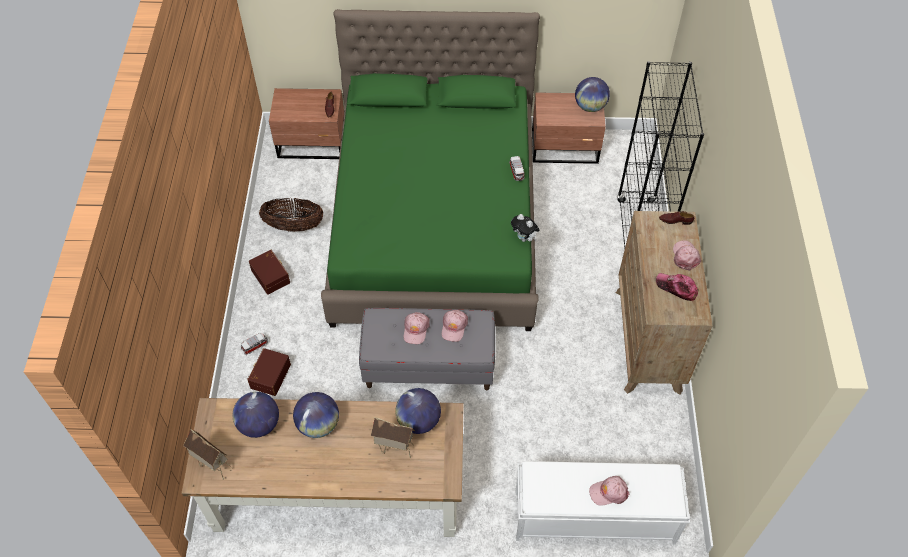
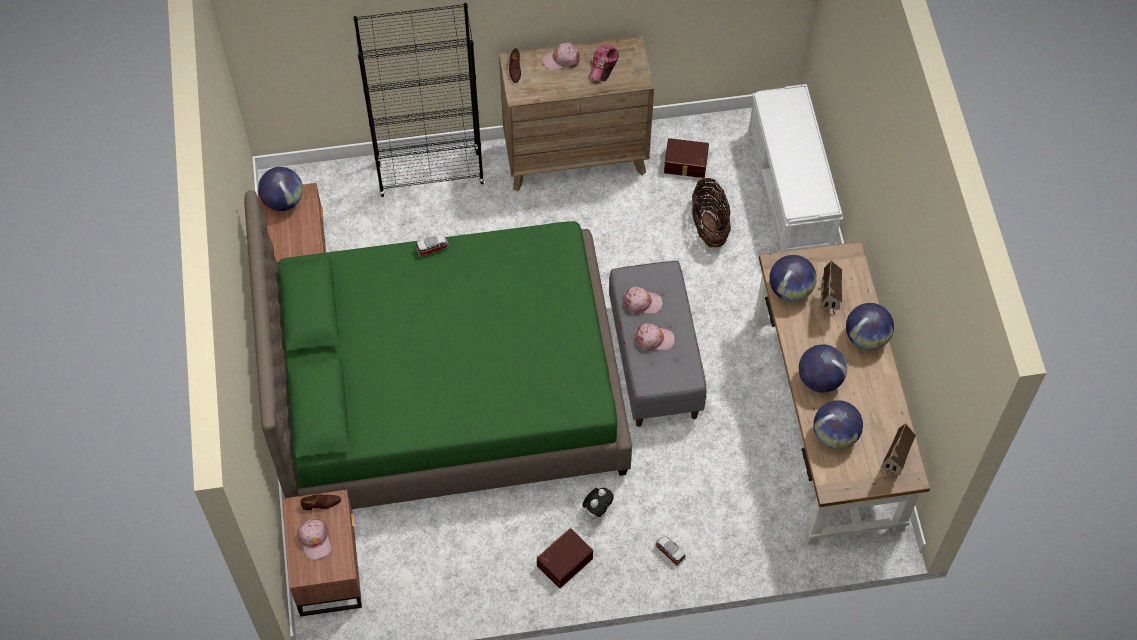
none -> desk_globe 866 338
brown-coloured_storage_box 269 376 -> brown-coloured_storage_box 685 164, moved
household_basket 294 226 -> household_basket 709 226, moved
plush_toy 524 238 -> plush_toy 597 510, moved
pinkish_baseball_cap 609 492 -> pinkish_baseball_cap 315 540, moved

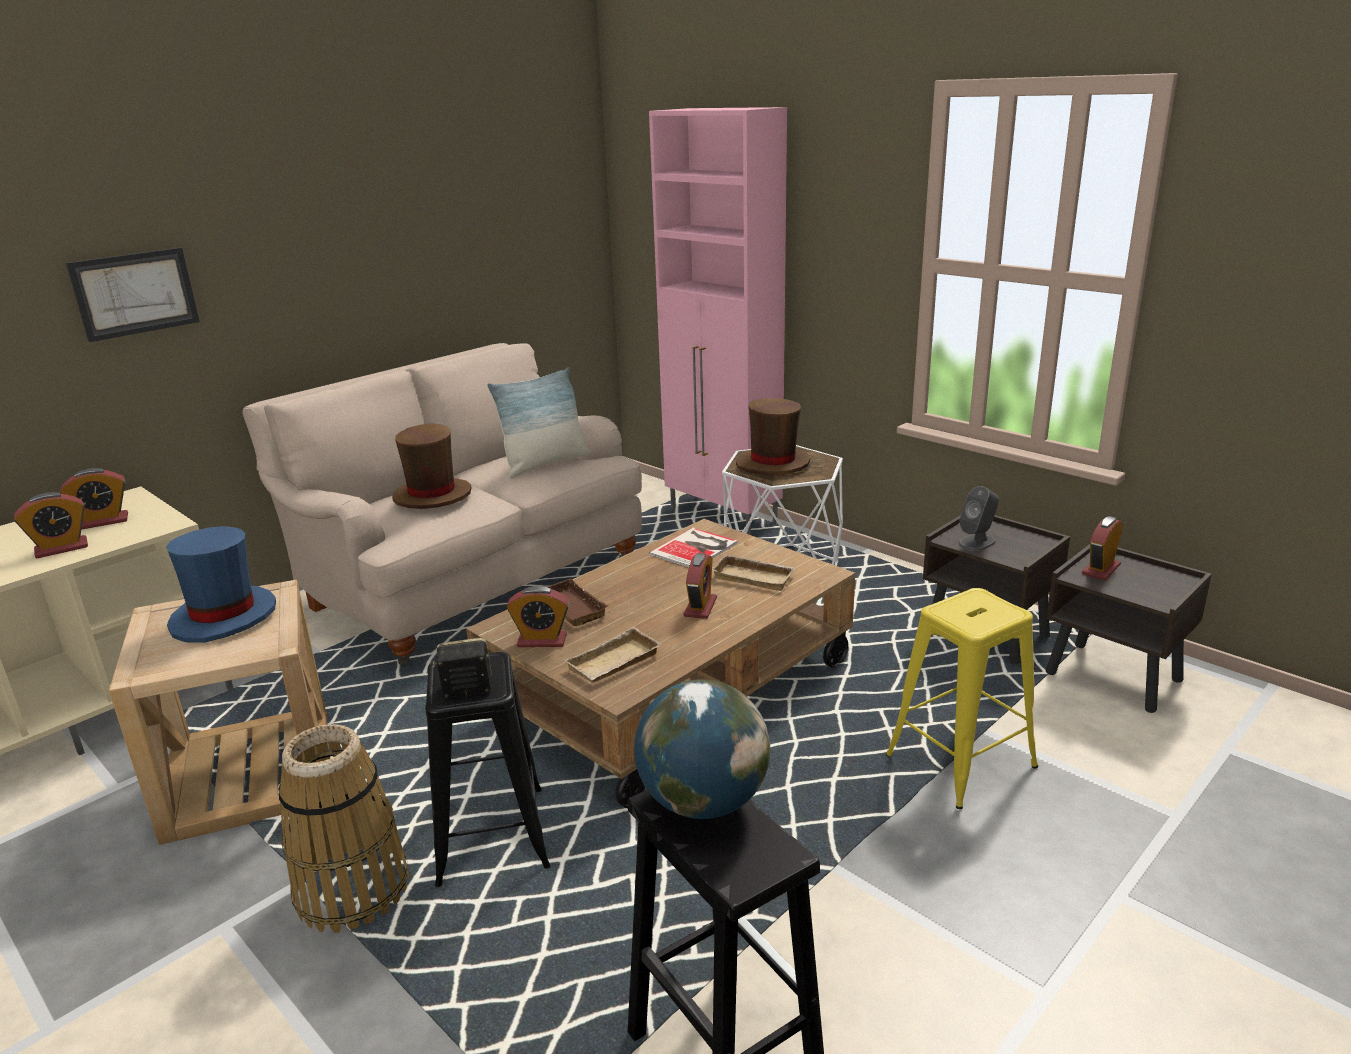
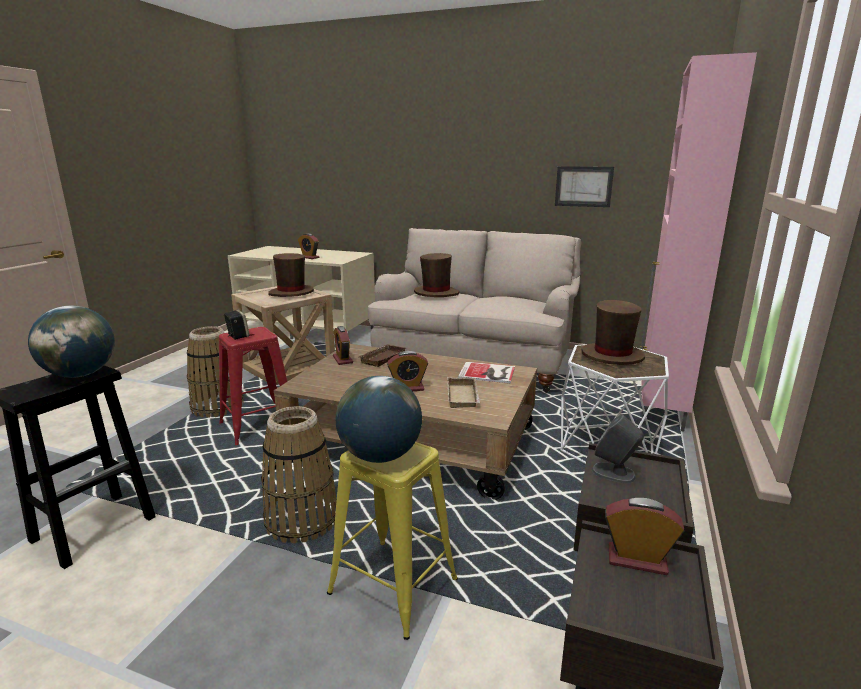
table_clock 103 521 -> none
pillow 545 464 -> none
beige_carrying_tray 614 664 -> none
none -> household_basket 301 520
none -> desk_globe 381 456
wall_art 135 293 -> wall_art 583 186, moved
blue-coloured_clothing_hat 224 617 -> brown-coloured_clothing_hat 291 293
black_stool_seat 491 835 -> red_stool_seat 259 425

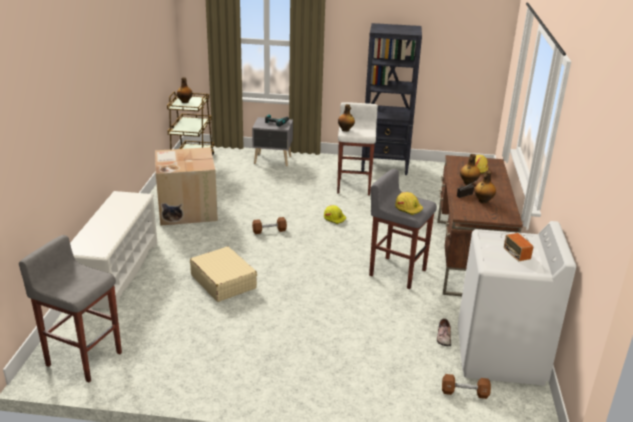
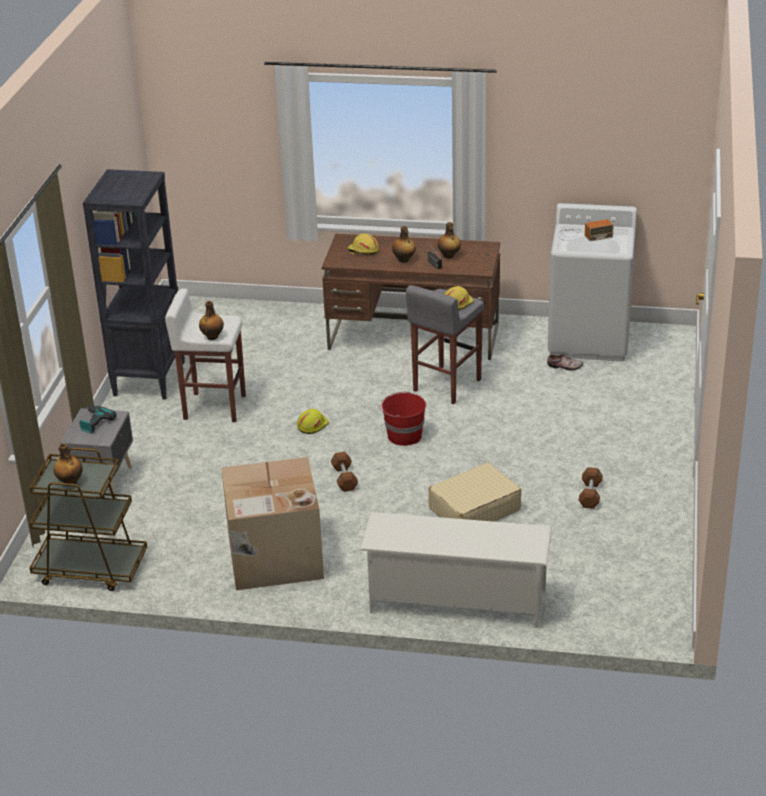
greyish_stool_seat 84 358 -> none
none -> red_bucket 403 436
brown-coloured_hand_weight 464 392 -> brown-coloured_hand_weight 590 494, moved

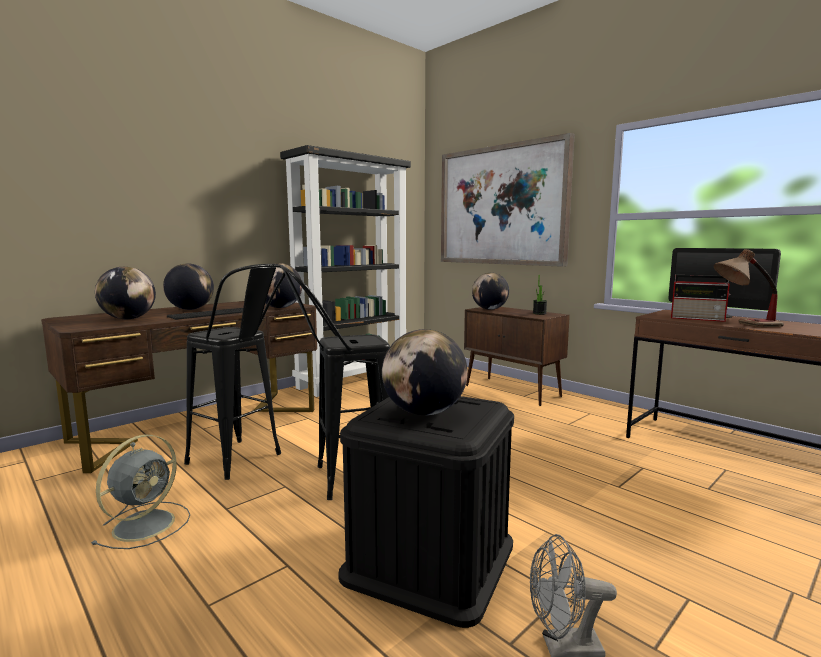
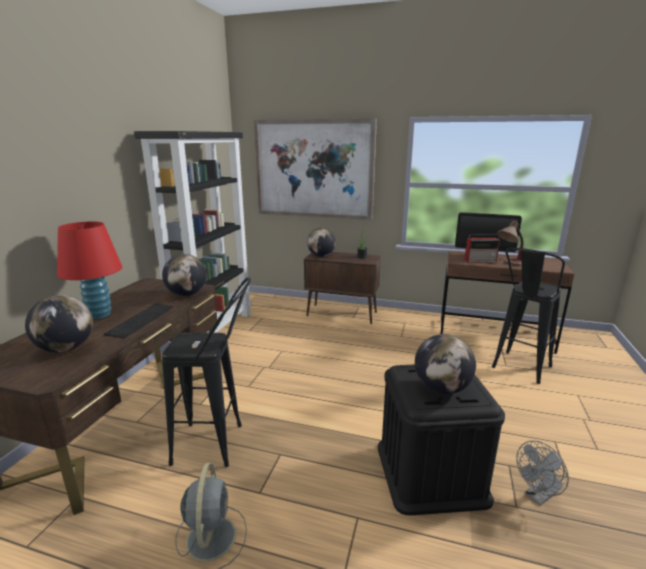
black_stool_seat 341 480 -> black_stool_seat 518 370, moved
desk_globe 190 309 -> red_tabletop_lamp 99 315

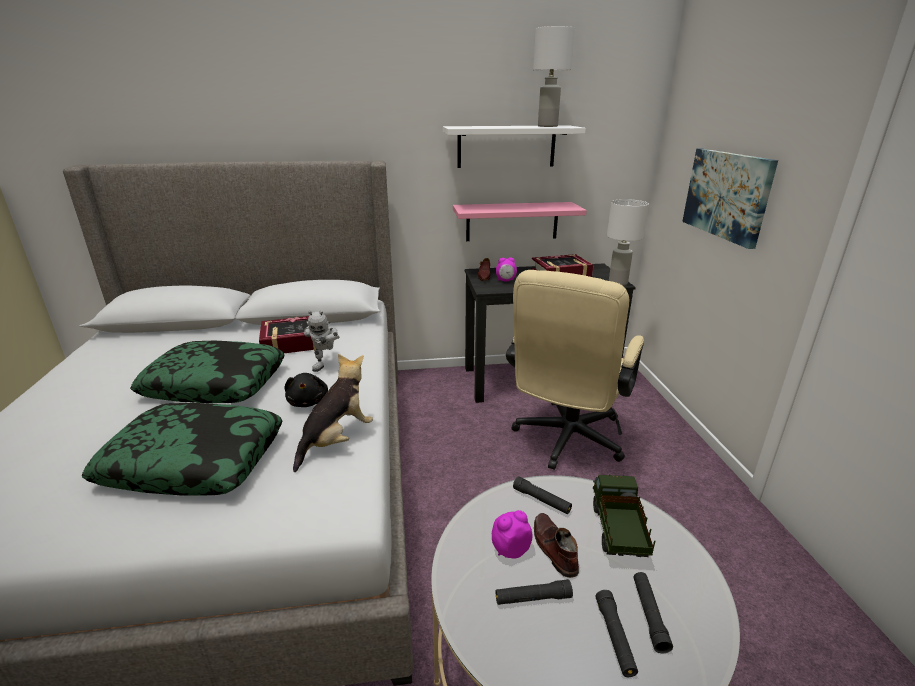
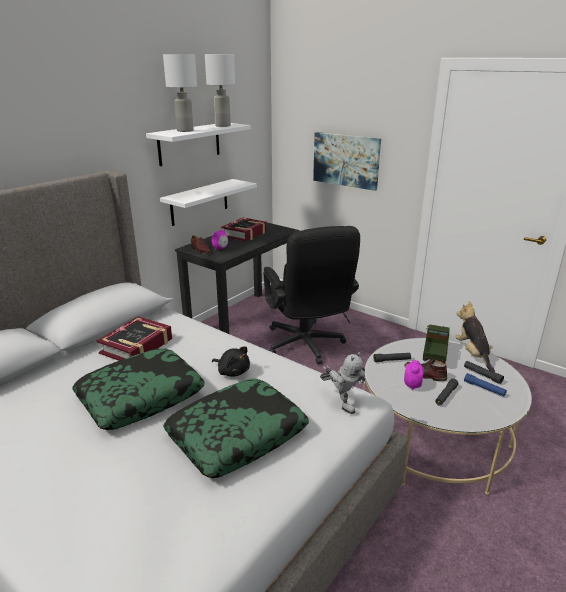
plush_toy 336 440 -> plush_toy 472 354, moved
model_robot 326 364 -> model_robot 342 403, moved
whitish_tabletop_lamp 618 282 -> whitish_tabletop_lamp 185 130, moved
pinkish_bracket_shelf 512 221 -> whitish_bracket_shelf 199 202
beige_desk_chair 565 441 -> black_desk_chair 306 346
black_flashlight 615 637 -> blue-coloured_flashlight 484 388
toy_lorry 617 532 -> toy_lorry 434 355, 60 degrees clockwise

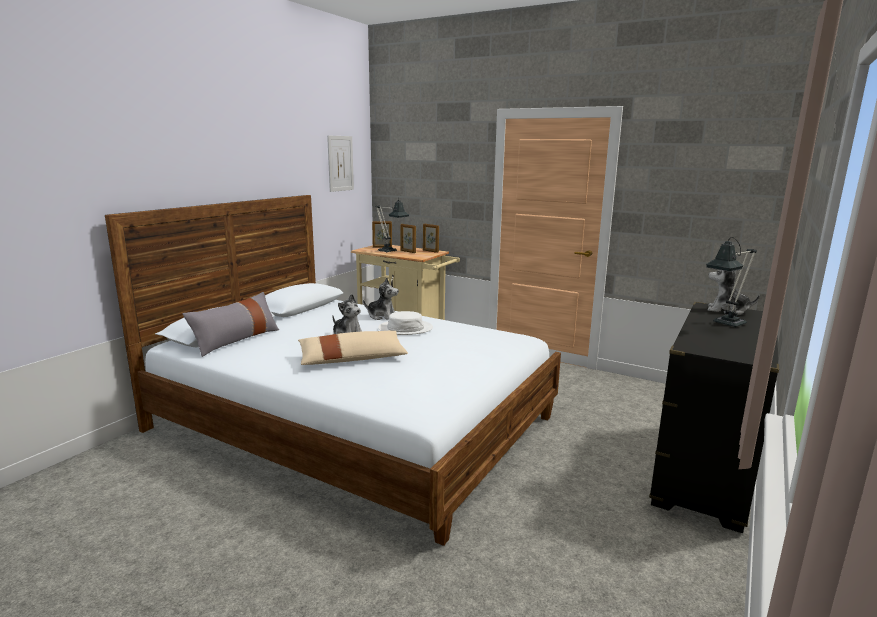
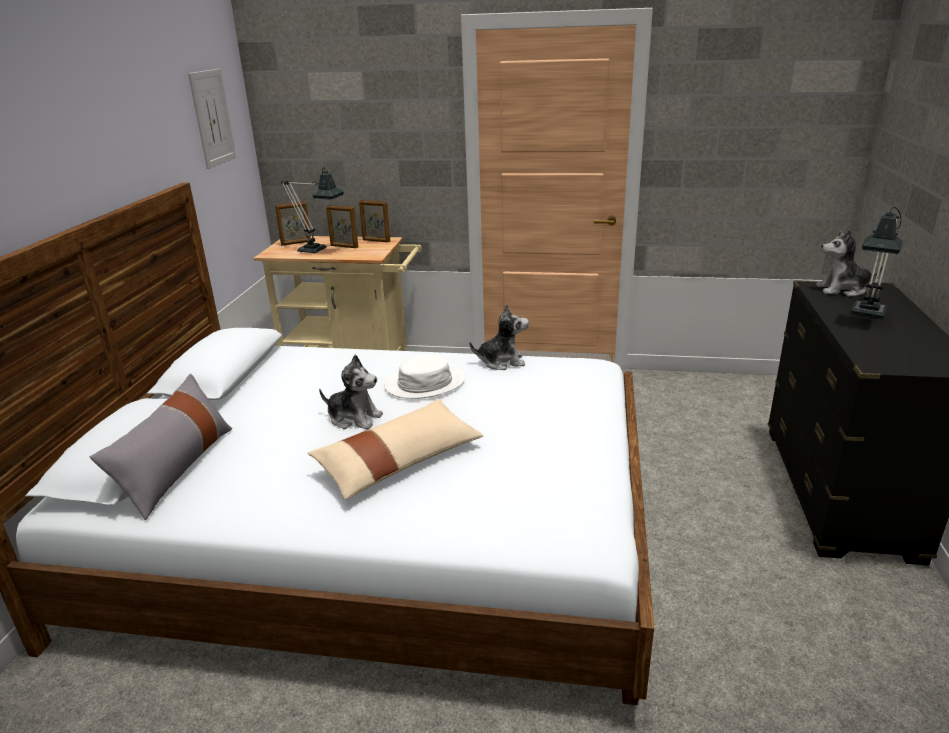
plush_toy 382 316 -> plush_toy 501 362, moved

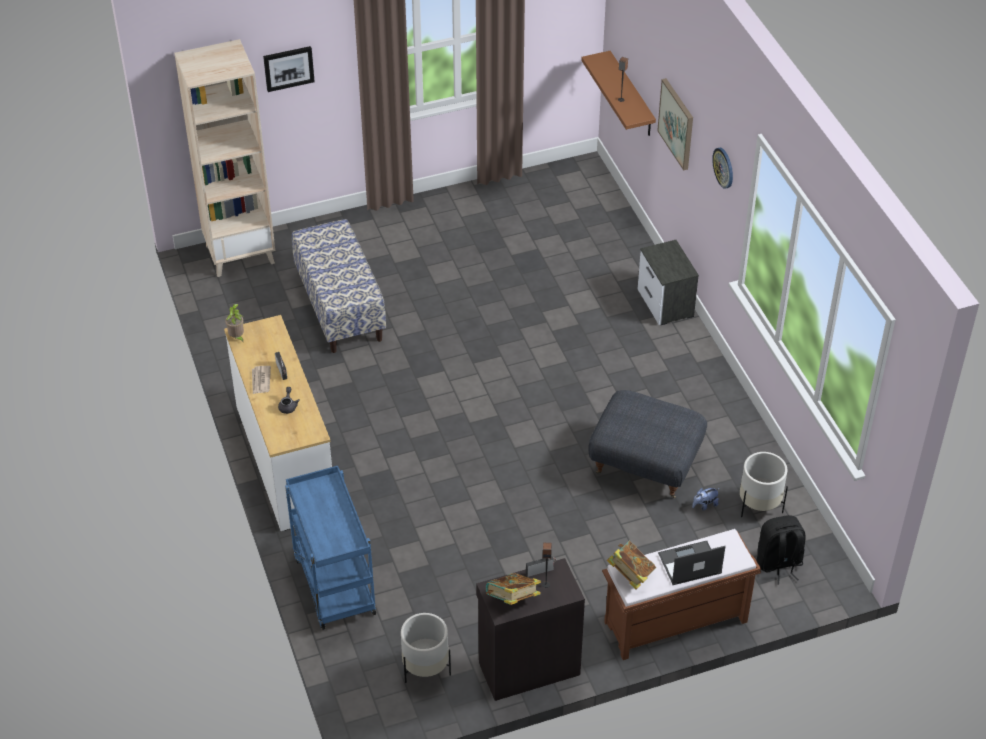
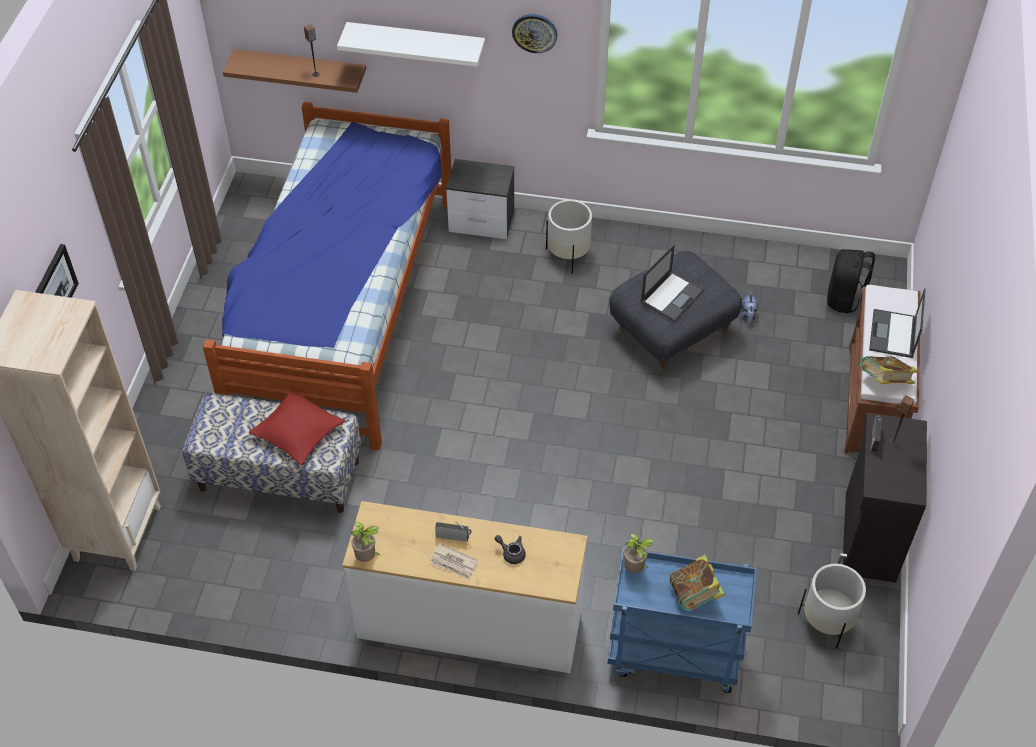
none -> bedroom_bed 343 308
none -> red_pillow 298 432
none -> houseplant 635 569
none -> portable_computer 672 296
bound_book 512 600 -> bound_book 695 595, moved
whitish_planter 759 505 -> whitish_planter 568 255, moved
wall_art 677 123 -> whitish_bracket_shelf 416 43

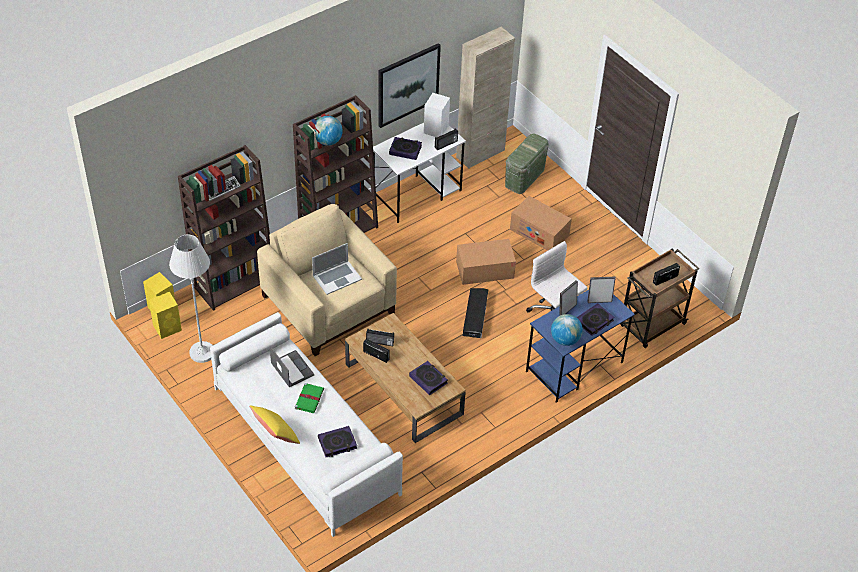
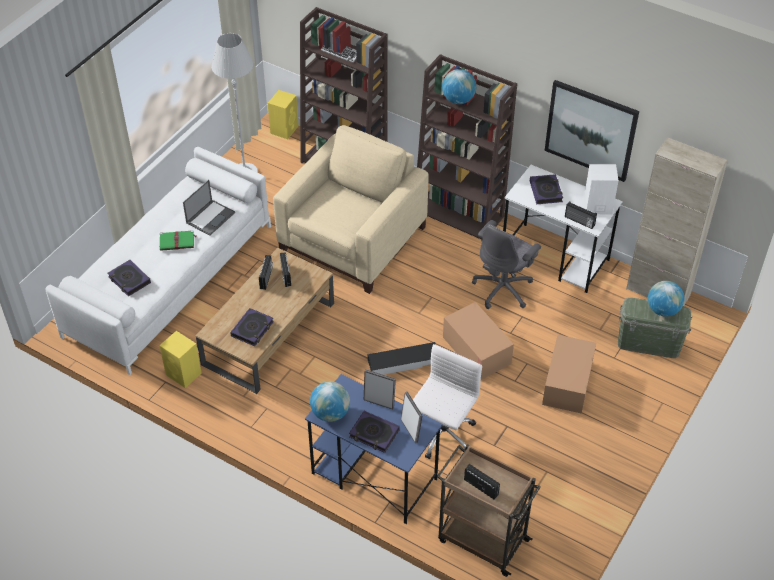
yellow_pillow 275 435 -> none
portable_computer 337 277 -> none
none -> greyish_desk_chair 503 289
none -> desk_globe 662 310
yellow_speaker 168 327 -> yellow_speaker 184 374, moved

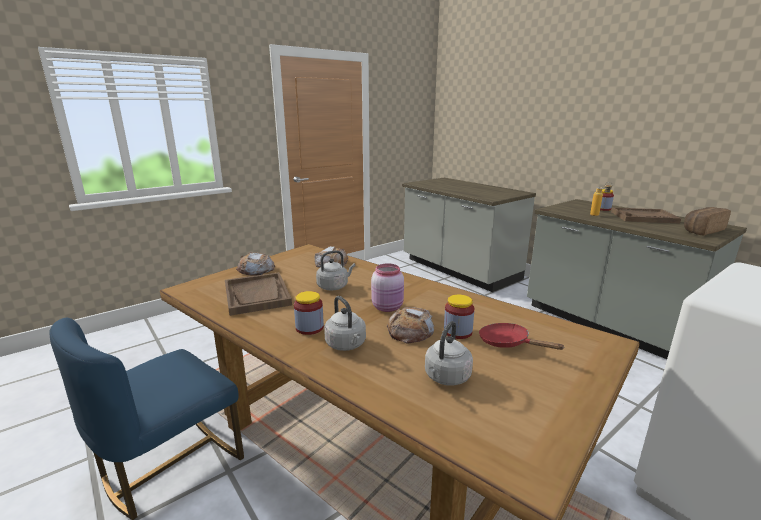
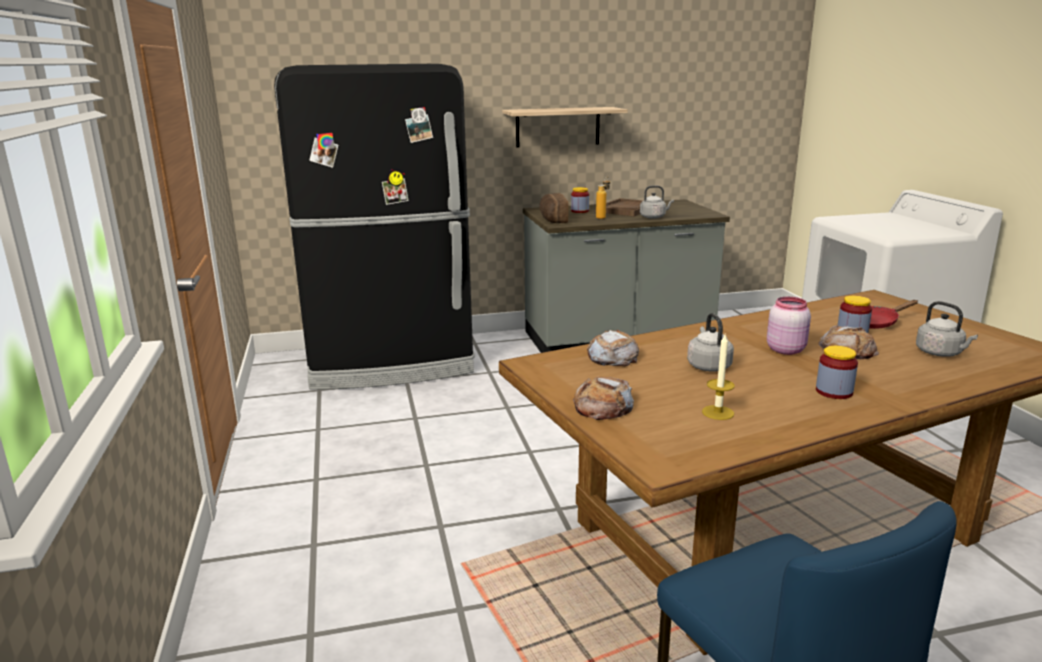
none -> bracket_shelf 558 127
greyish_kettle 346 345 -> greyish_kettle 654 217, moved
bread 701 230 -> bread 552 219, moved
brown-coloured_carrying_tray 257 295 -> candle 718 412
greyish_kitchen_counter 459 269 -> black_fridge 391 363

